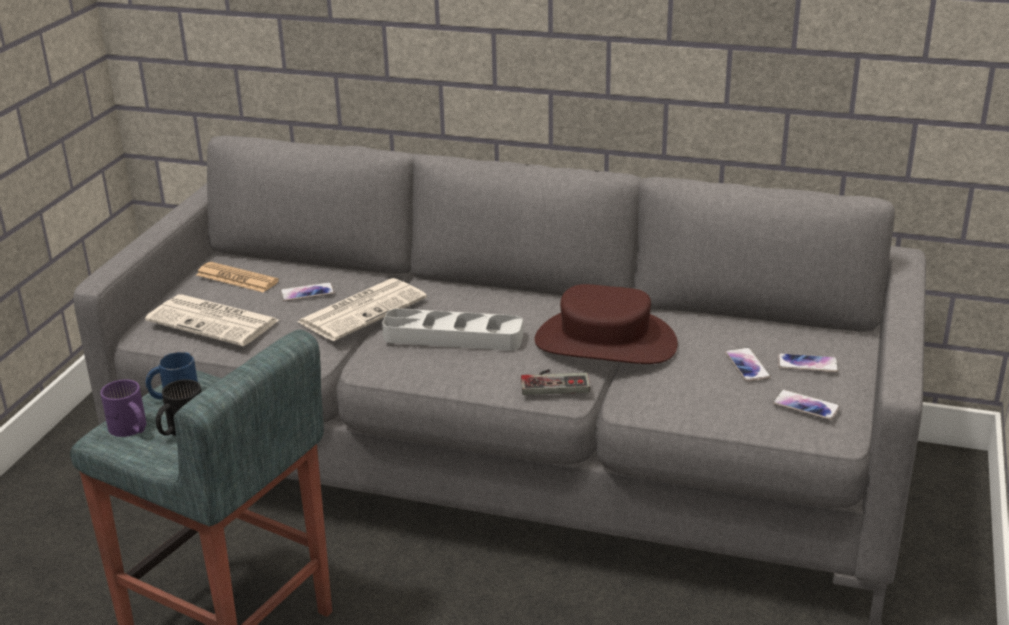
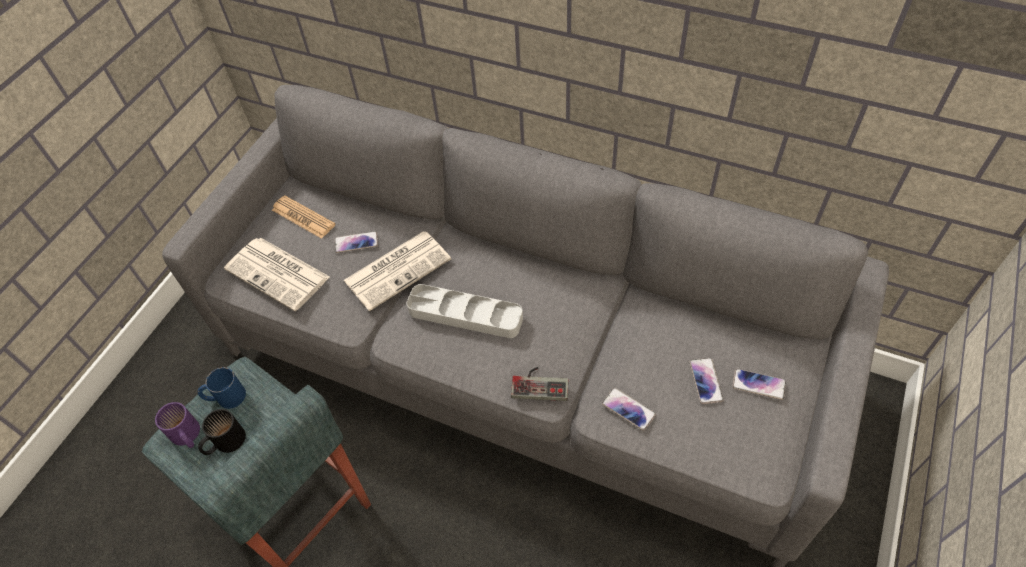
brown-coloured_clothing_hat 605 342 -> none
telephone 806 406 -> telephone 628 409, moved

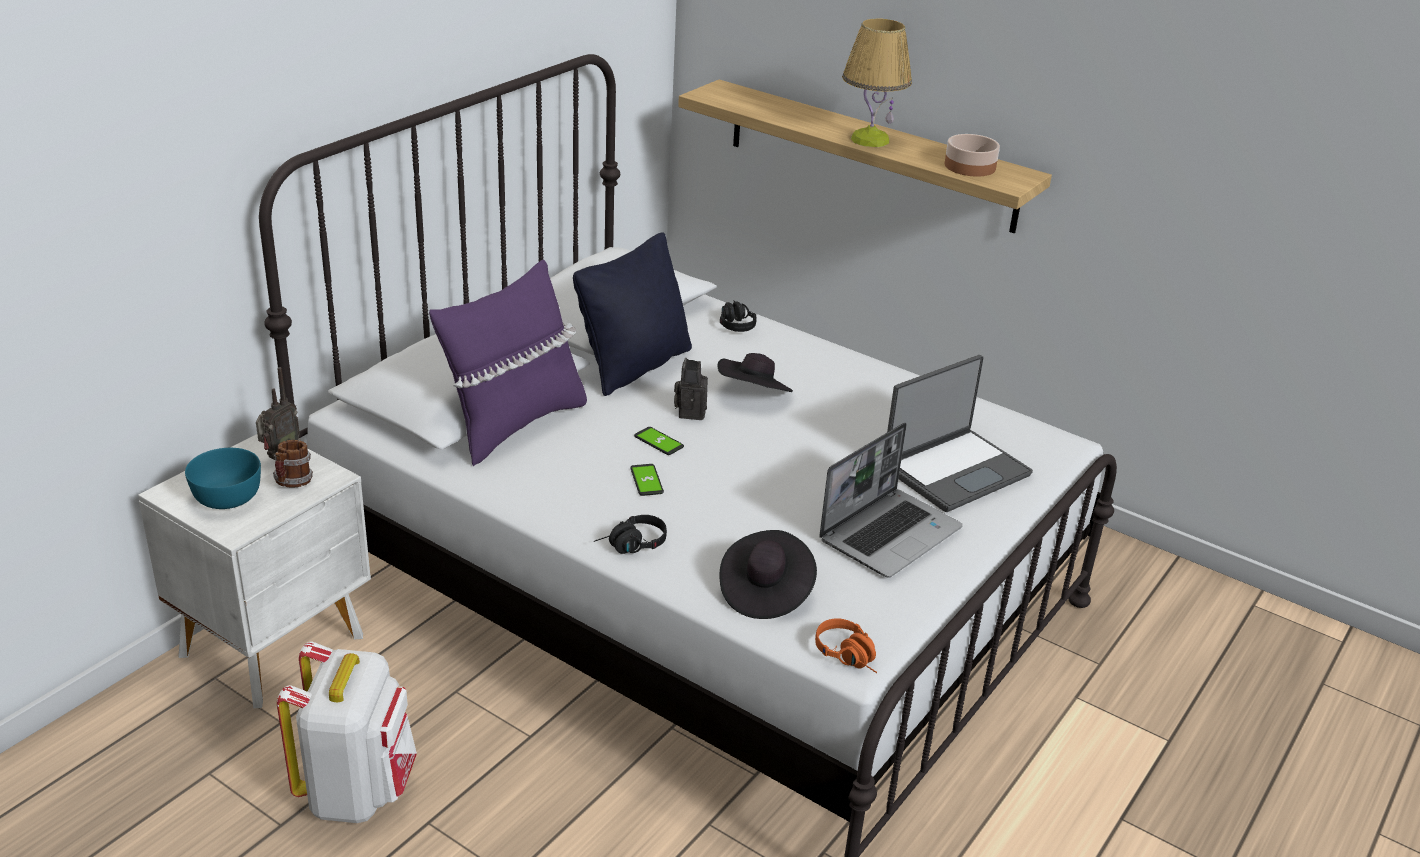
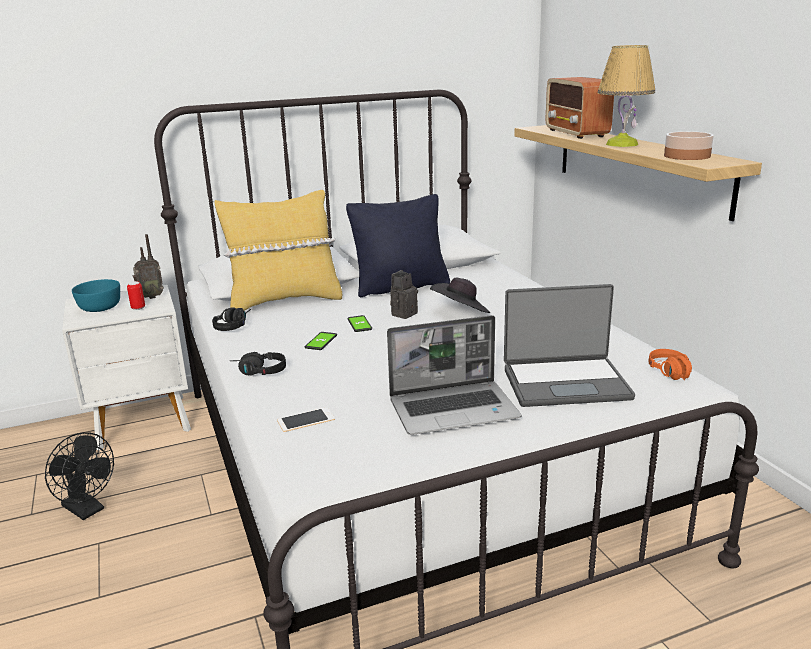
none -> radio 576 133
black_pair_of_headphones 734 323 -> black_pair_of_headphones 234 325, moved
orangey_pair_of_headphones 850 657 -> orangey_pair_of_headphones 673 374, moved
mug 293 483 -> metal_can 138 308
whitish_knapsack 357 790 -> black_electric_fan 87 510
black_clothing_hat 765 592 -> telephone 306 420
purple_pillow 513 425 -> yellow_pillow 284 301

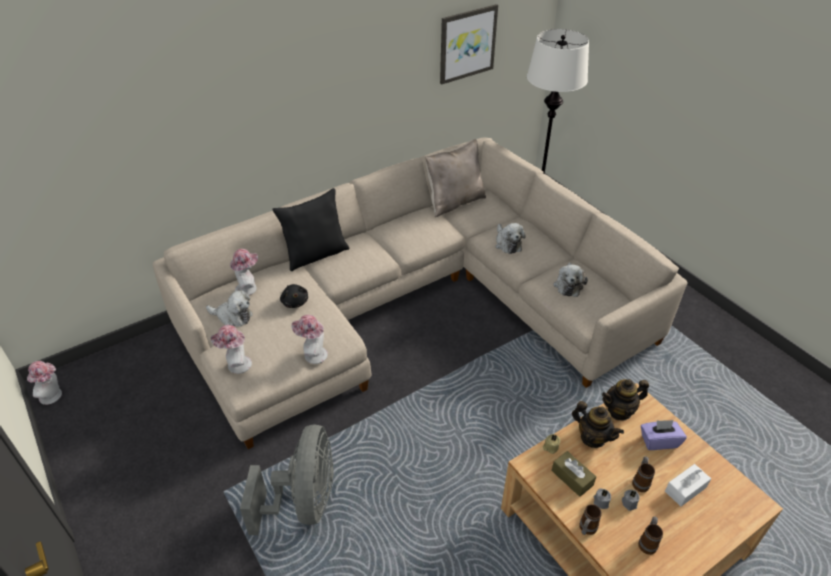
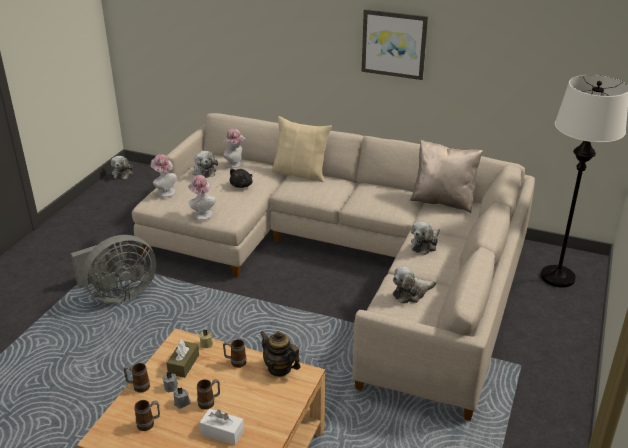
purple_tissue_box 659 441 -> none
wall_art 467 44 -> wall_art 394 44, moved
clothing_hat 53 396 -> plush_toy 123 173
tea_pot 592 438 -> mug 235 362
black_pillow 316 254 -> beige_pillow 300 173

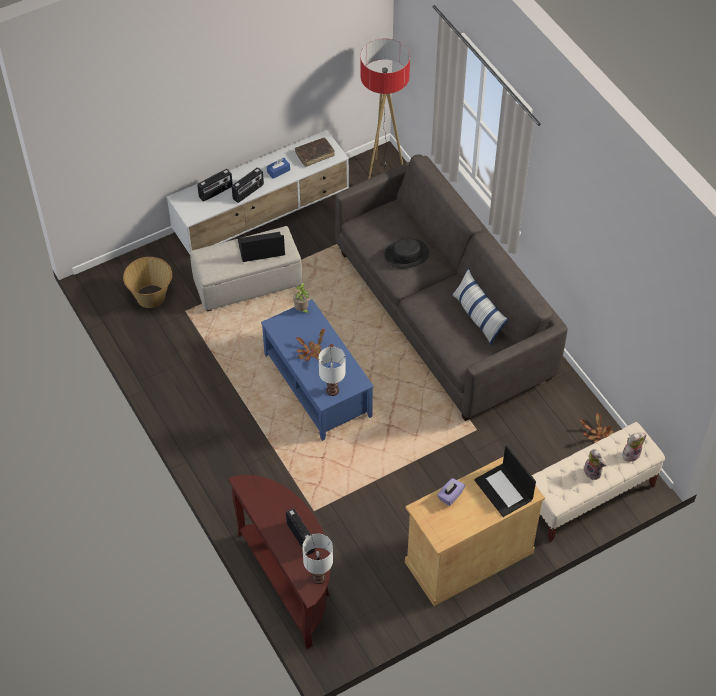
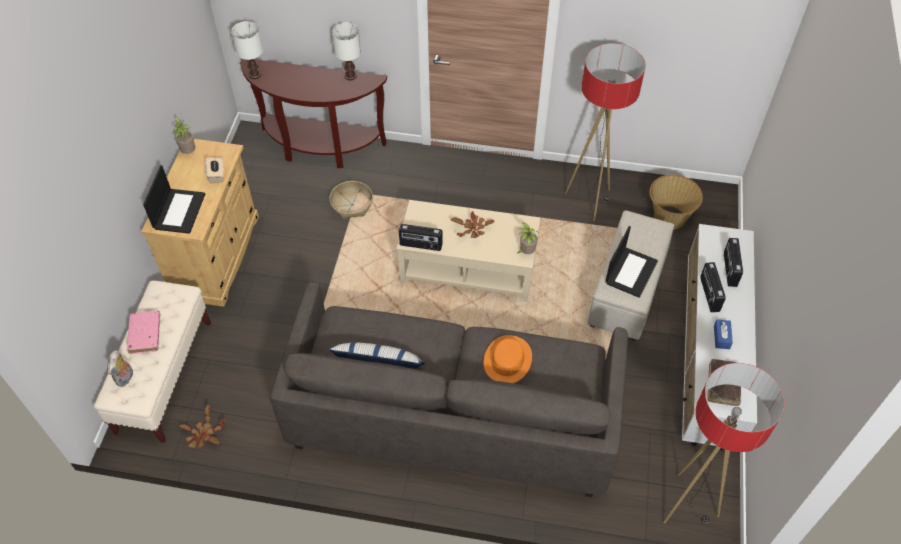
none -> houseplant 189 152
none -> household_basket 352 204
none -> floor_lamp 589 201
radio 301 537 -> radio 421 245, moved
whitish_tabletop_lamp 332 390 -> whitish_tabletop_lamp 351 76, moved
plush_toy 593 472 -> pinkish_bound_book 145 335
blue-coloured_lounge_table 318 385 -> beige_lounge_table 467 269
black_clothing_hat 406 254 -> orangey_clothing_hat 507 360
purple_tissue_box 450 496 -> beige_tissue_box 217 175
portable_computer 504 490 -> portable_computer 179 210, 90 degrees clockwise

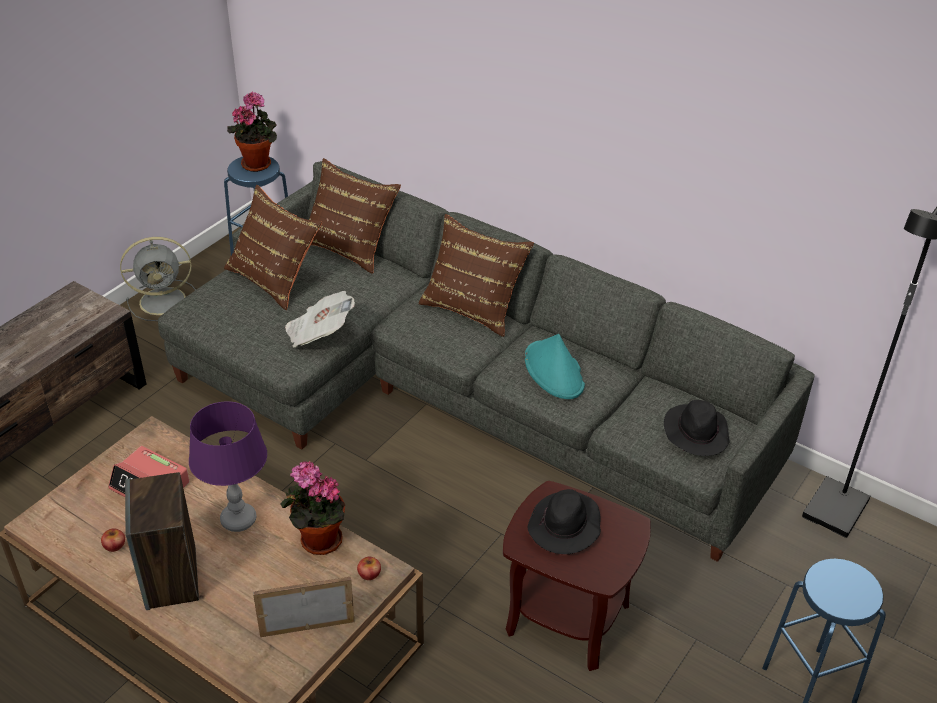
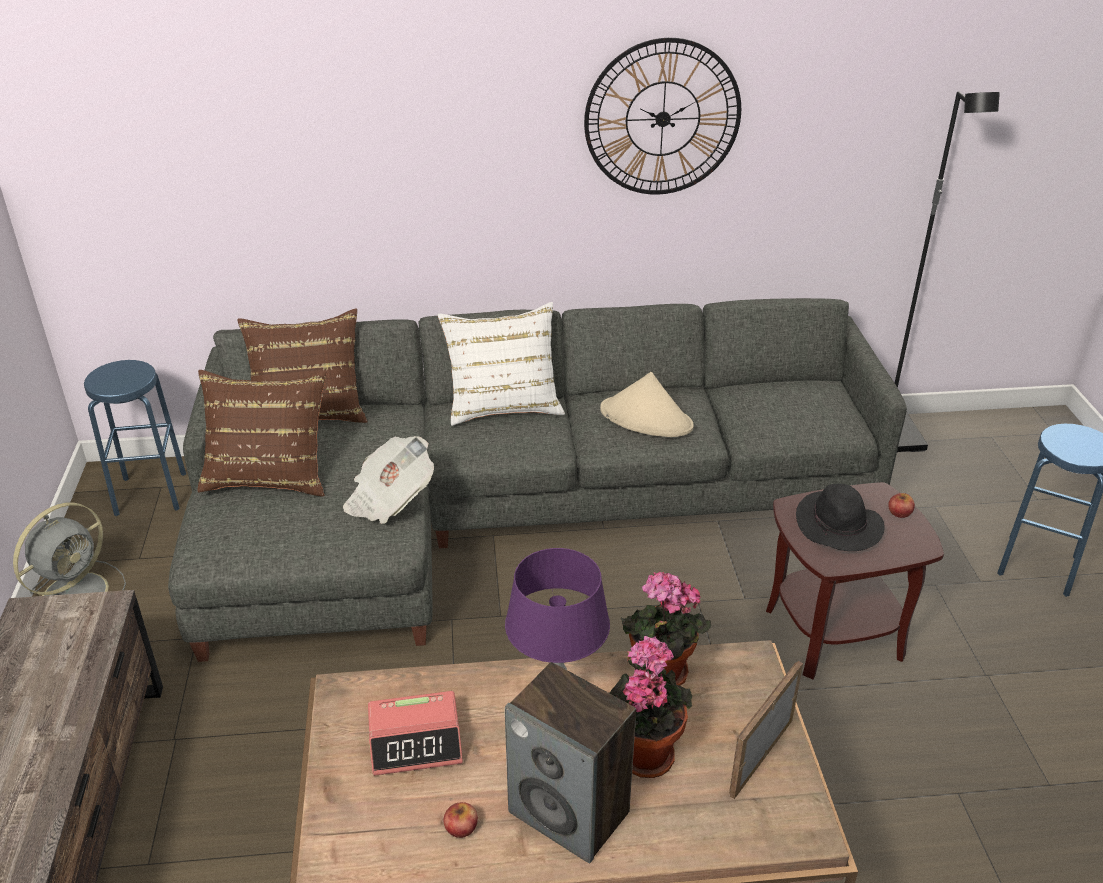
black_clothing_hat 695 433 -> none
none -> wall_clock 662 118
houseplant 258 163 -> houseplant 644 751, moved
apple 369 573 -> apple 899 512, moved
brown-coloured_pillow 473 307 -> whitish_pillow 503 404
turquoise-coloured_clothing_hat 554 371 -> beige_clothing_hat 646 418

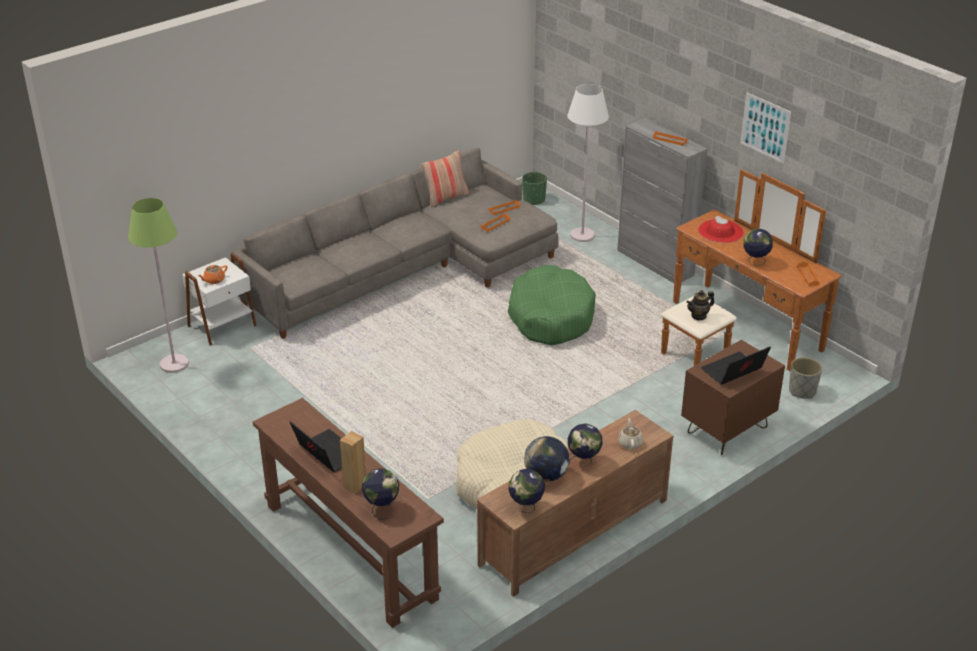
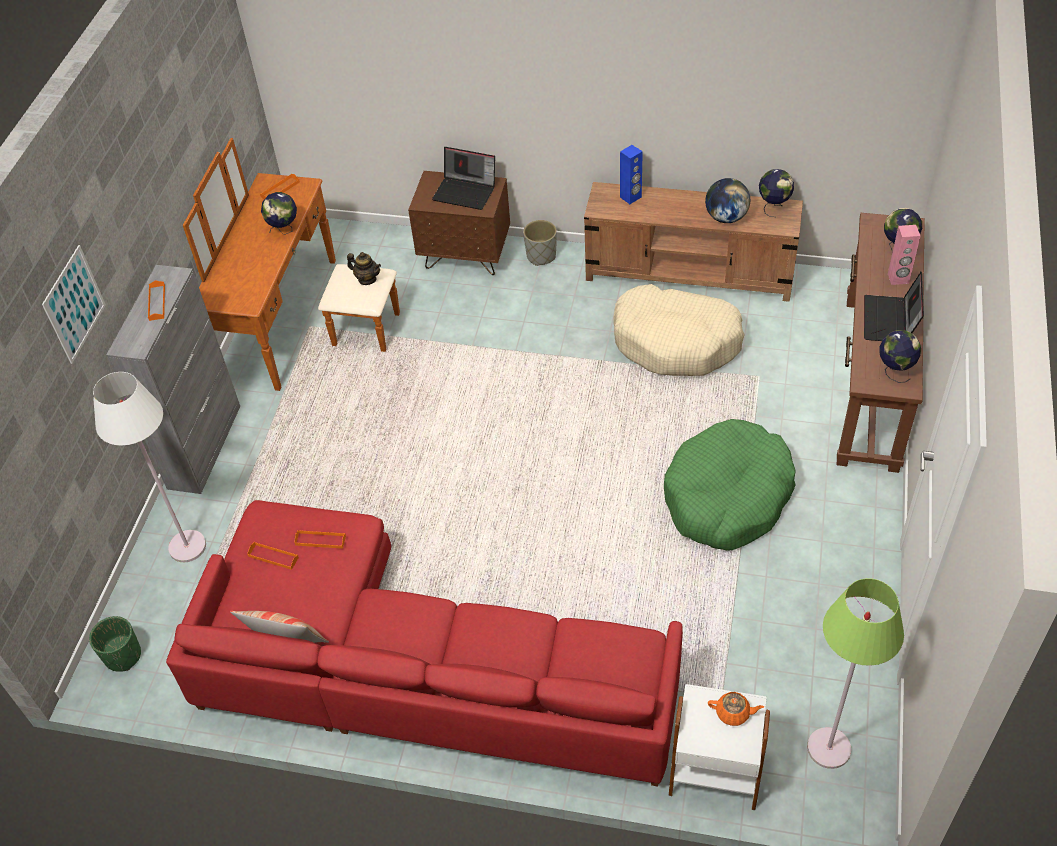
red_clothing_hat 720 231 -> none
green-coloured_dog_bed 551 317 -> green-coloured_dog_bed 727 496, moved
desk_globe 584 461 -> desk_globe 894 371, moved
wall_art 765 127 -> wall_art 74 304, moved
greyish_planter 802 391 -> greyish_planter 541 256, moved
beige_tea_pot 630 443 -> blue-coloured_speaker 631 197
greyish_sofa 407 268 -> red_sofa 413 671
brown-coloured_speaker 354 485 -> pinkish_speaker 898 278

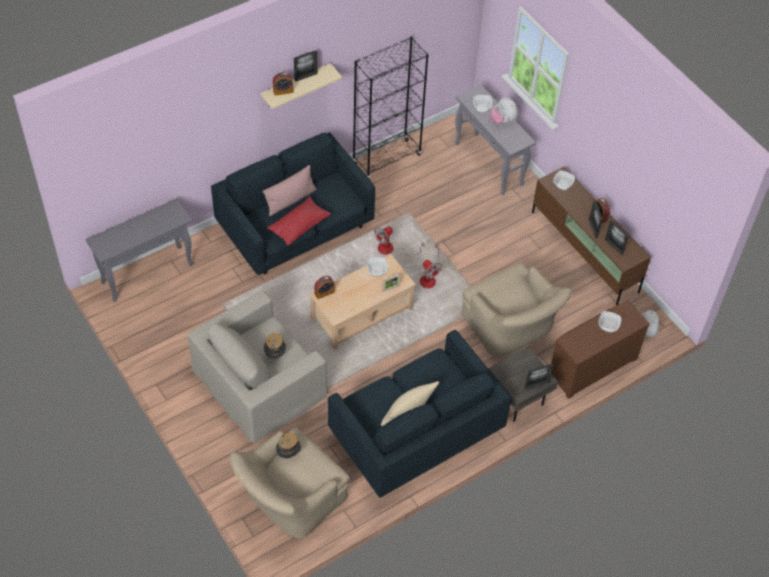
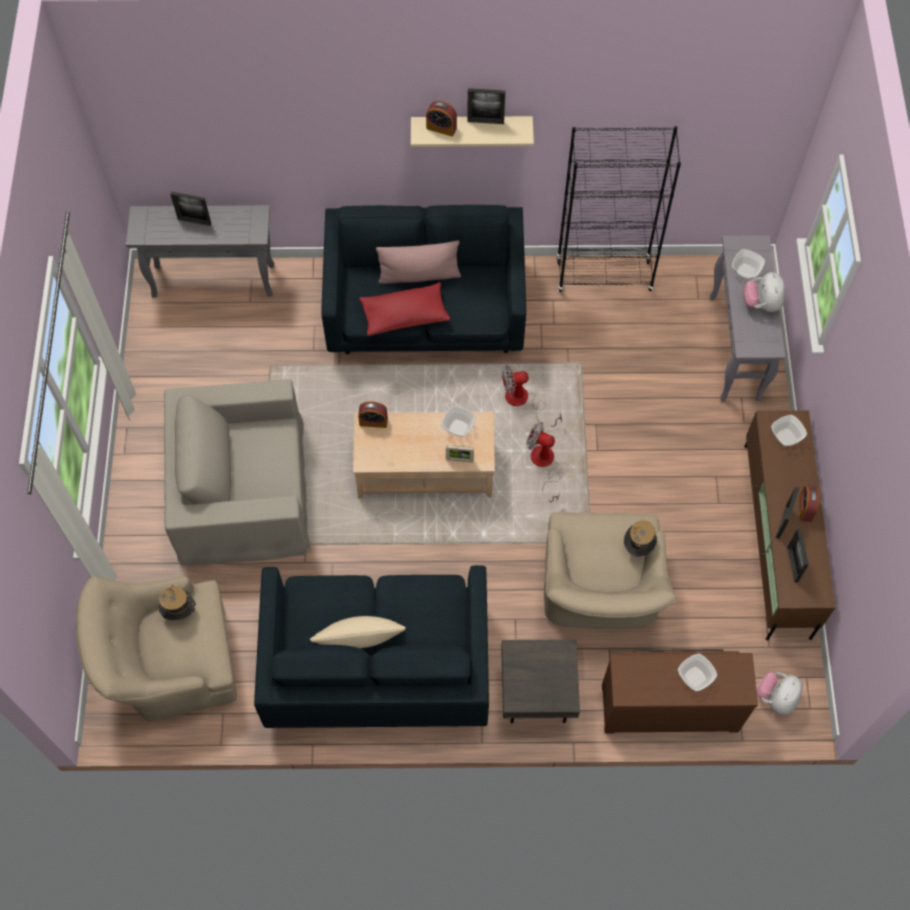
clothing_hat 275 355 -> clothing_hat 638 547, moved
picture_frame 537 385 -> picture_frame 194 221, moved
electric_fan 429 277 -> electric_fan 544 465, 120 degrees clockwise

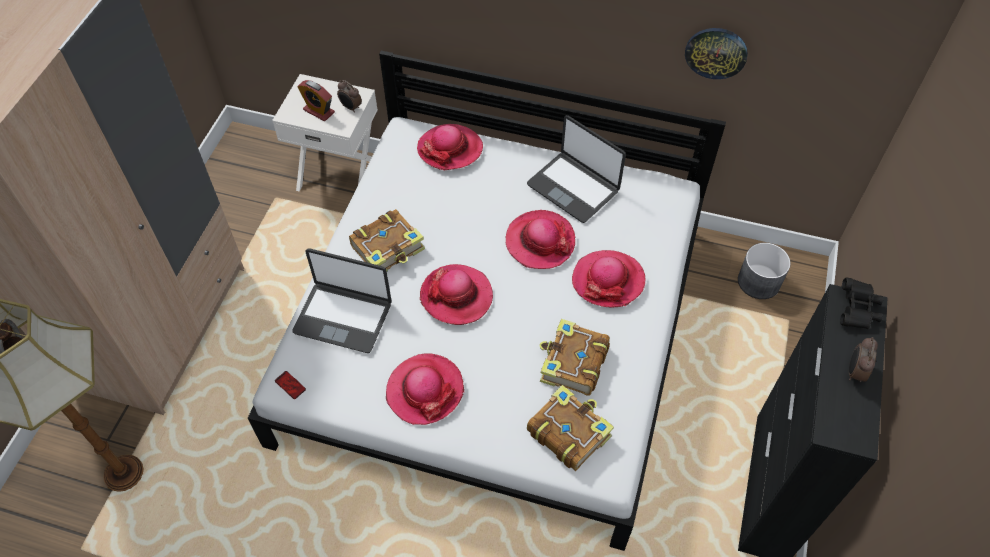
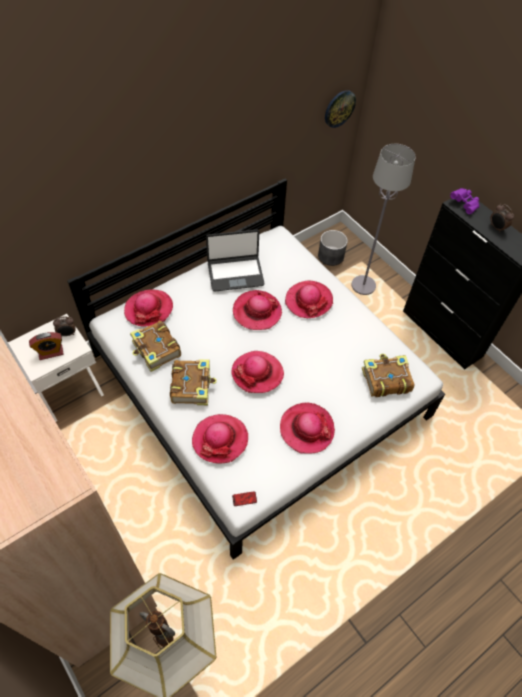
none -> greyish_floor_lamp 363 285
bound_book 572 364 -> bound_book 156 350, moved
wall_clock 716 52 -> wall_clock 339 108, moved
portable_computer 343 317 -> clothing_hat 220 439
black_binoculars 857 310 -> purple_binoculars 464 204

